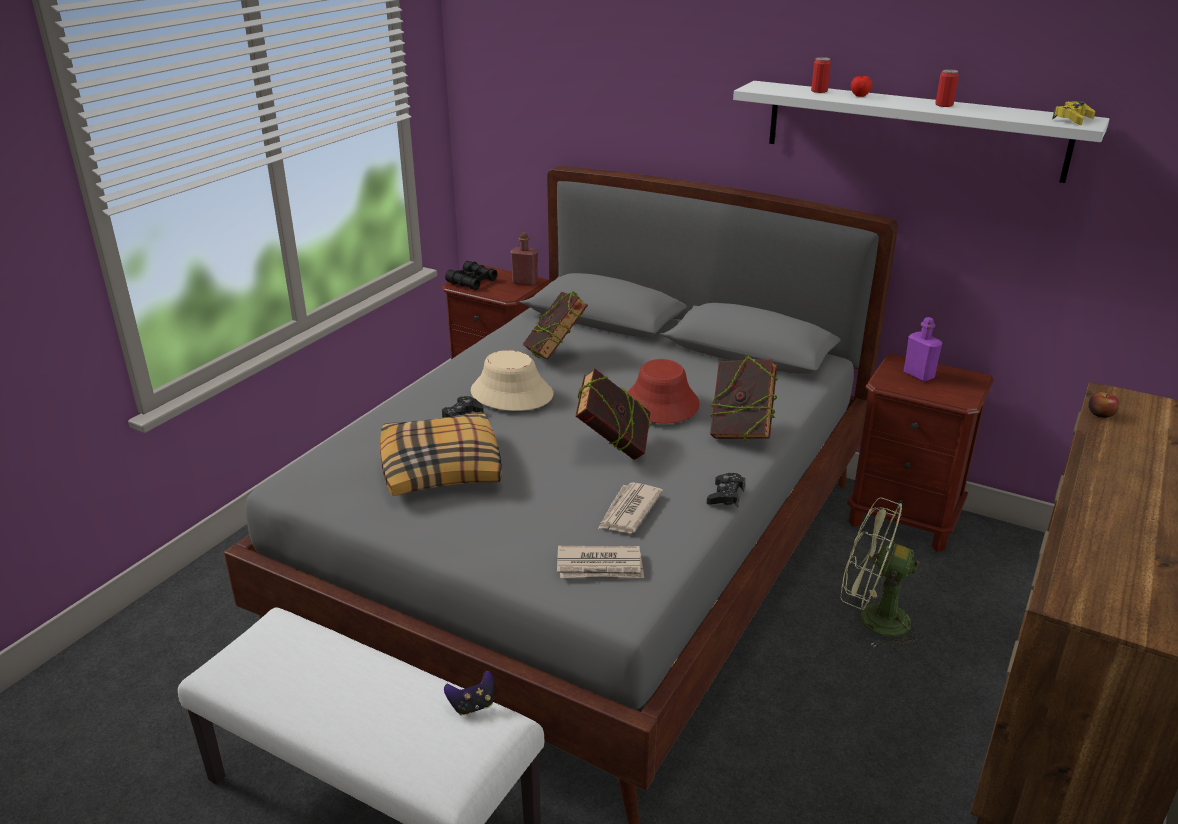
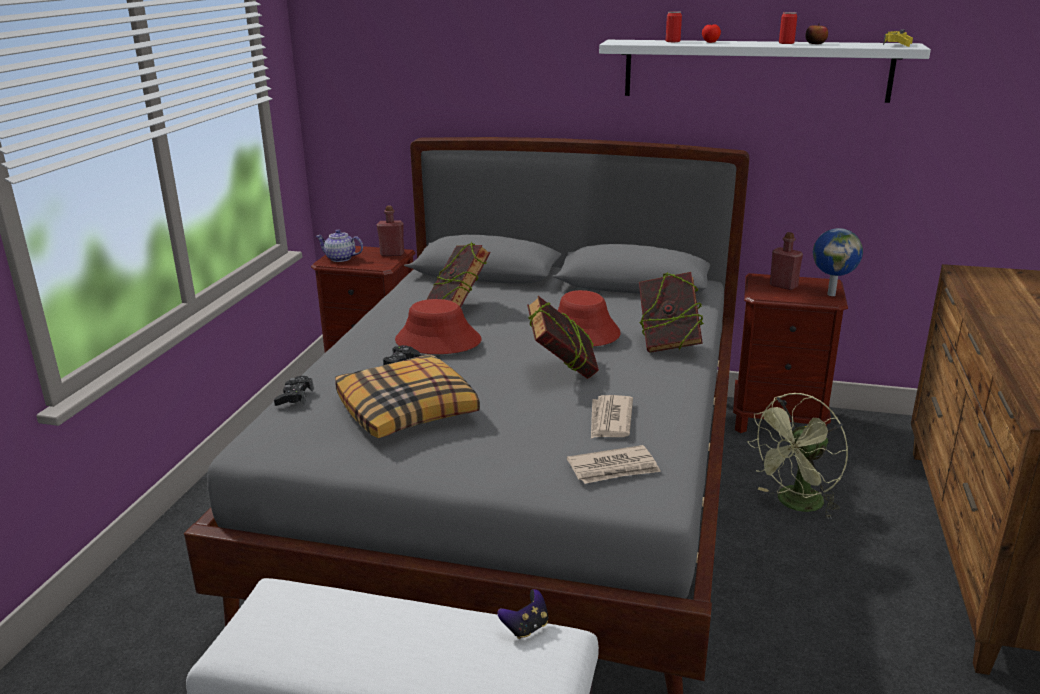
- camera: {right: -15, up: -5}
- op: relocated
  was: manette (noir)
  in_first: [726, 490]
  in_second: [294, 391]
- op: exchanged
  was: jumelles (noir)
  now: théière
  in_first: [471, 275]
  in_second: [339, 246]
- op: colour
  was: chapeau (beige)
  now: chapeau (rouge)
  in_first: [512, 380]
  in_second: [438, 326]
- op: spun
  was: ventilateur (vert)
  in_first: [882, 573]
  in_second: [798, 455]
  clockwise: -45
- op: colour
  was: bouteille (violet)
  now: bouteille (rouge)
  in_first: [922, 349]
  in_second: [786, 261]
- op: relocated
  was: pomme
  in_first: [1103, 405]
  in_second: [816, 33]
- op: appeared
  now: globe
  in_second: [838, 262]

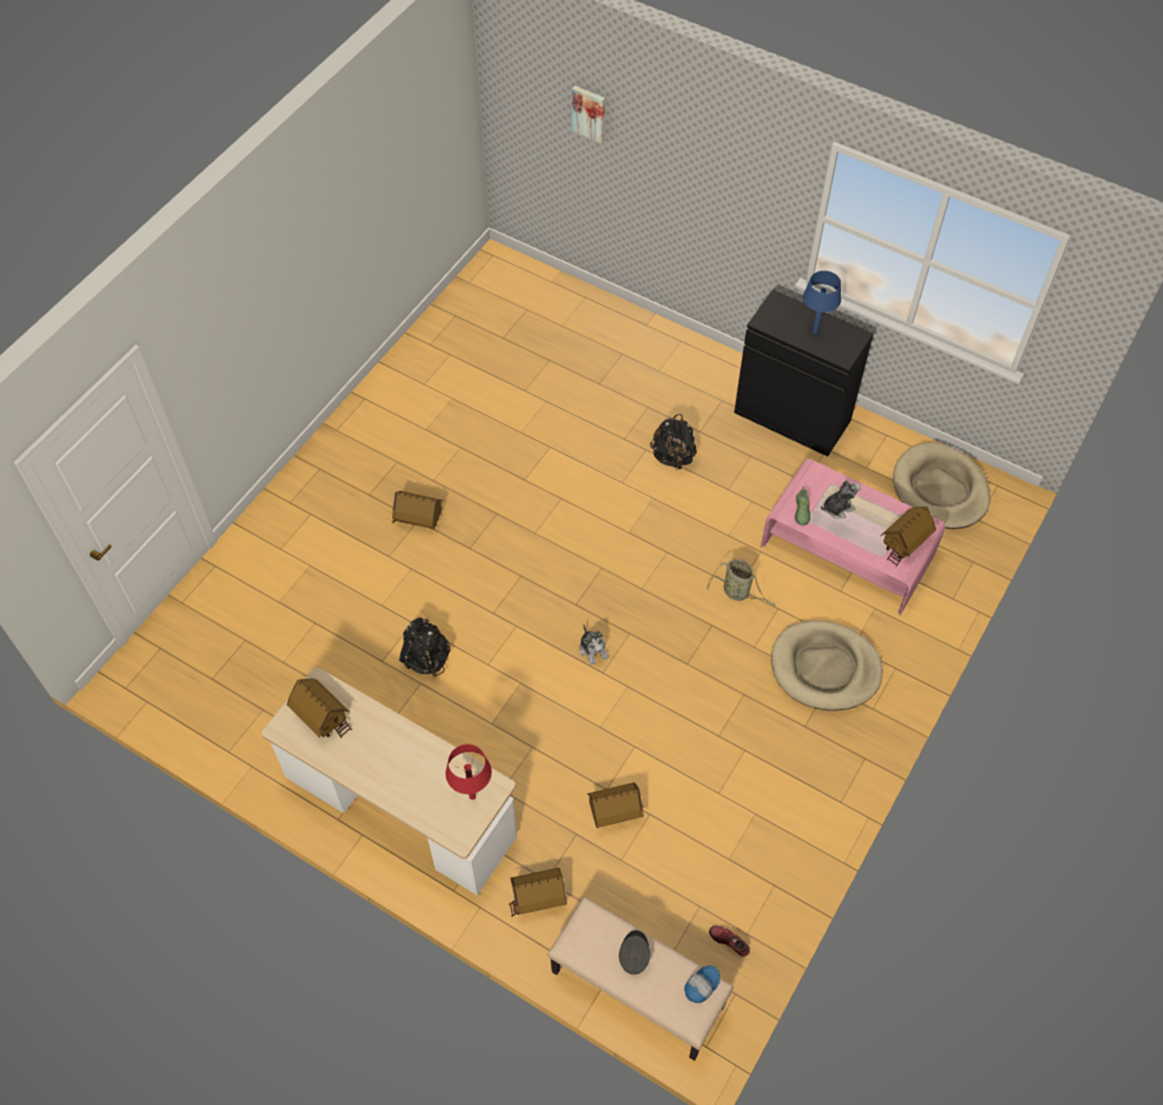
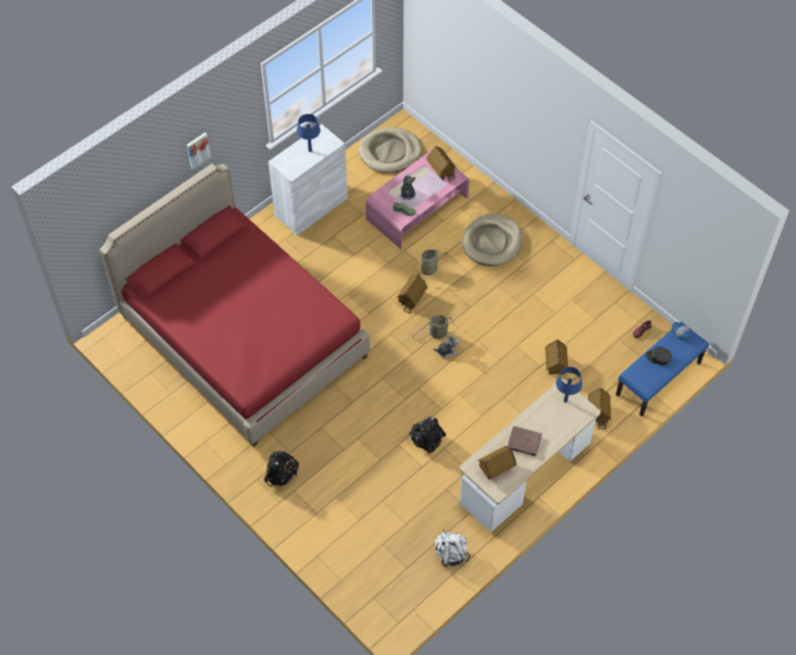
- camera: {right: -75, up: 0}
- op: appeared
  now: lit (rouge)
  in_second: [235, 305]
- op: relocated
  was: tableau
  in_first: [588, 114]
  in_second: [199, 151]
- op: relocated
  was: sac à dos (noir)
  in_first: [673, 442]
  in_second: [281, 468]
- op: colour
  was: meuble de rangement (noir)
  now: meuble de rangement (blanc)
  in_first: [804, 373]
  in_second: [308, 179]
- op: relocated
  was: maison miniature
  in_first: [417, 510]
  in_second: [412, 294]
- op: appeared
  now: panier
  in_second: [433, 328]
- op: appeared
  now: sac à dos (blanc)
  in_second: [452, 548]
- op: appeared
  now: livre (marron)
  in_second: [524, 441]
- op: colour
  was: lampe de table (rouge)
  now: lampe de table (bleu)
  in_first: [469, 772]
  in_second: [569, 385]
- op: colour
  was: banc (beige)
  now: banc (bleu)
  in_first: [640, 979]
  in_second: [662, 369]

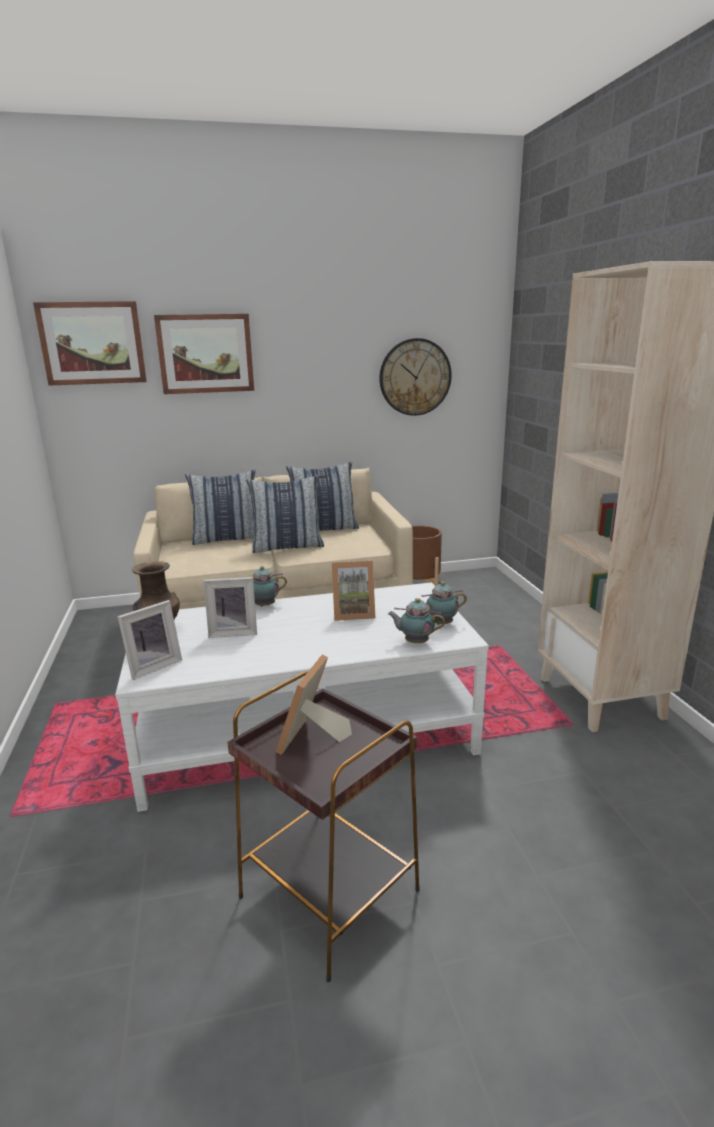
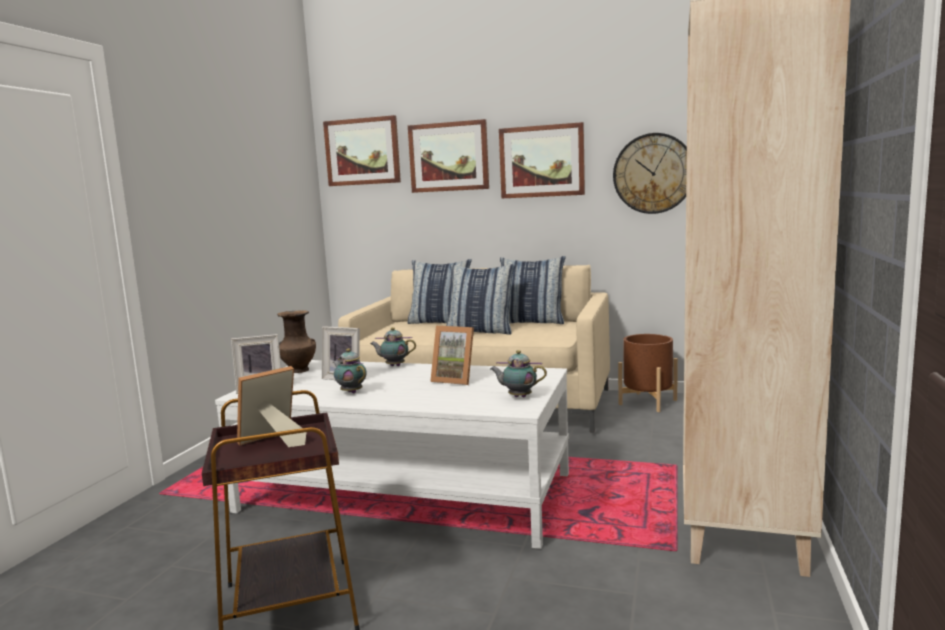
- camera: {right: 30, up: -10}
- op: relocated
  was: théière
  in_first: [416, 621]
  in_second: [350, 370]
- op: appeared
  now: tableau
  in_second: [542, 160]

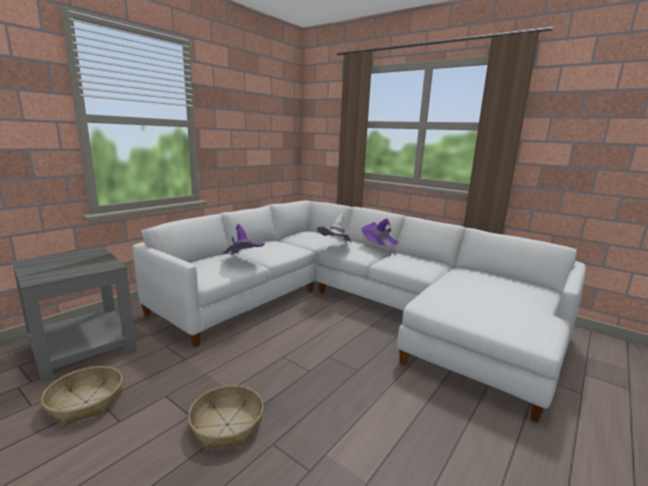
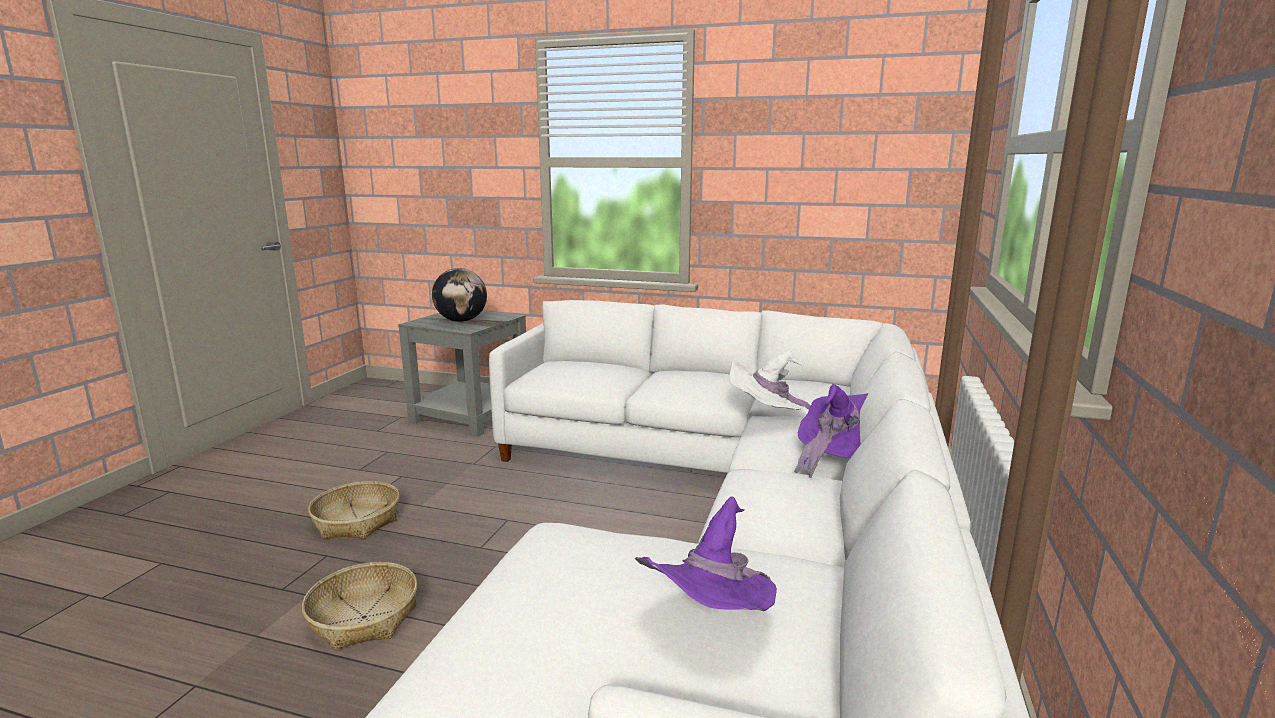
- camera: {right: 70, up: 0}
- op: relocated
  was: panier
  in_first: [82, 396]
  in_second: [359, 606]
- op: appeared
  now: globe
  in_second: [459, 295]
- op: relocated
  was: chapeau (violet)
  in_first: [243, 239]
  in_second: [706, 553]

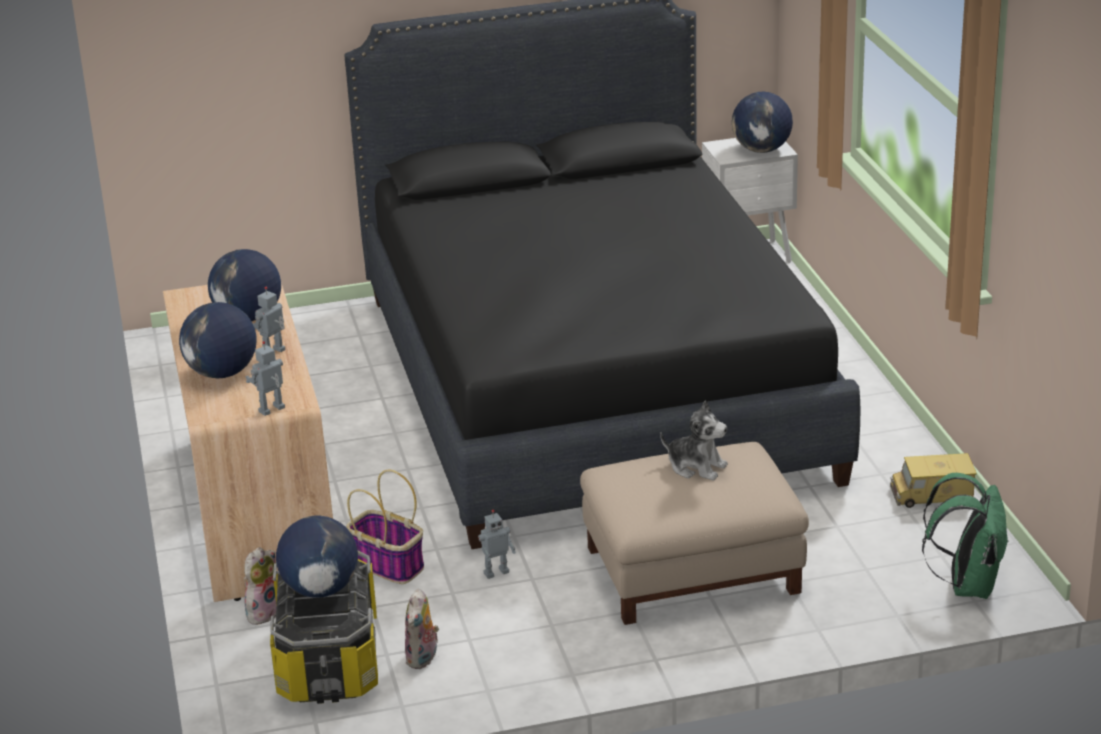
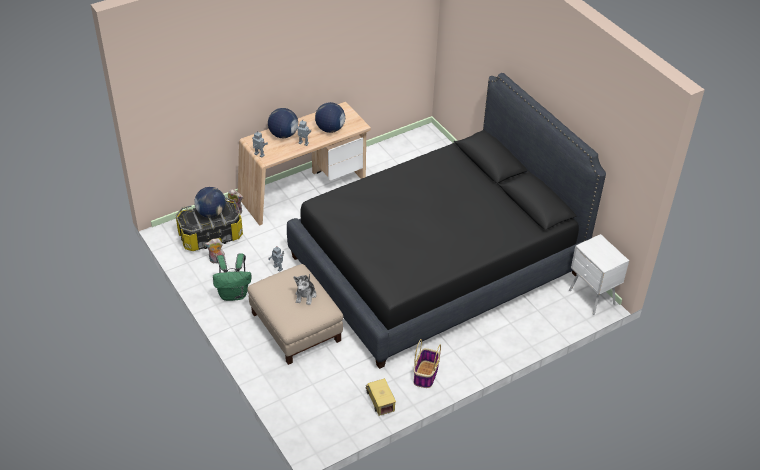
- camera: {right: 70, up: 15}
- op: relocated
  was: sac à dos (vert)
  in_first: [965, 536]
  in_second: [232, 277]
- op: relocated
  was: panier
  in_first: [385, 527]
  in_second: [427, 363]
- op: missing
  was: globe
  in_first: [762, 122]

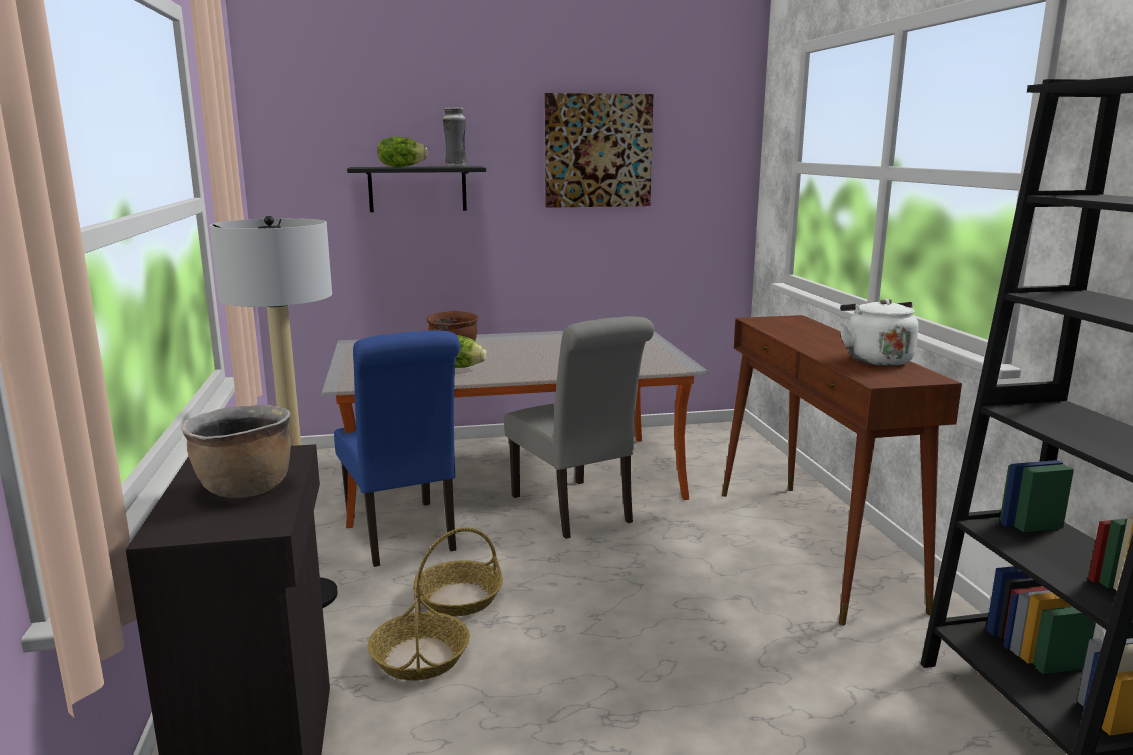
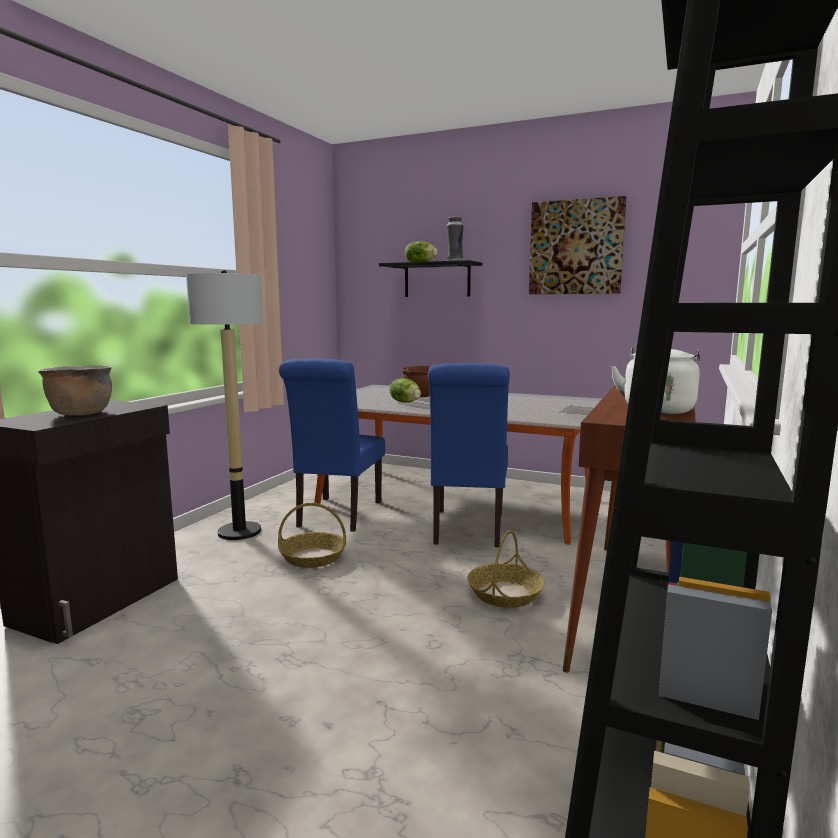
- camera: {right: 35, up: -5}
- op: colour
  was: chaise (gris)
  now: chaise (bleu)
  in_first: [579, 427]
  in_second: [469, 455]
- op: relocated
  was: panier
  in_first: [419, 627]
  in_second: [506, 569]

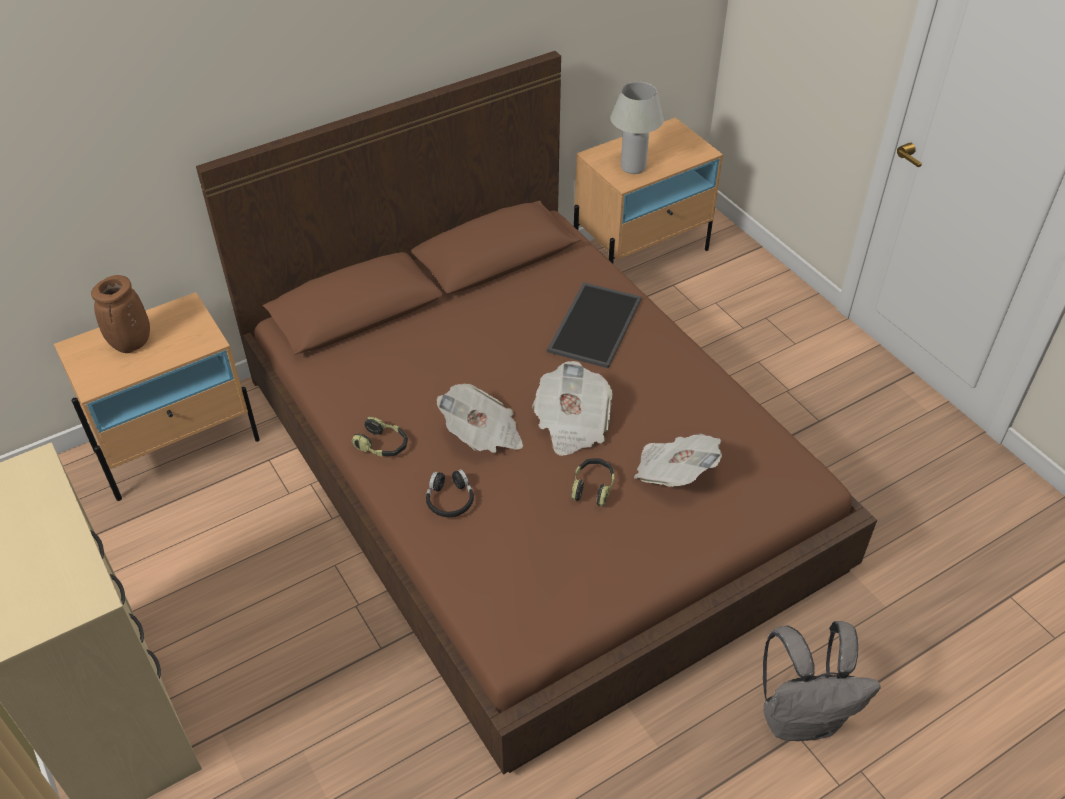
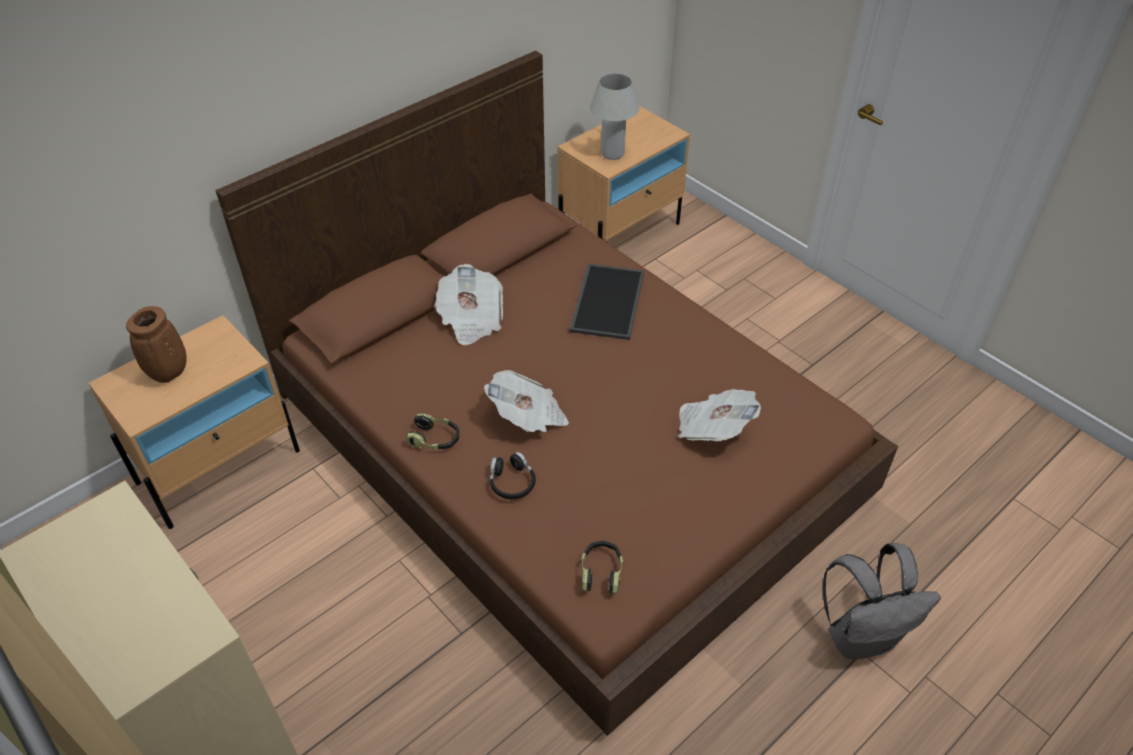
- camera: {right: -10, up: 0}
- op: relocated
  was: journal
  in_first: [572, 408]
  in_second: [468, 304]
- op: relocated
  was: casque audio
  in_first: [592, 482]
  in_second: [602, 567]

